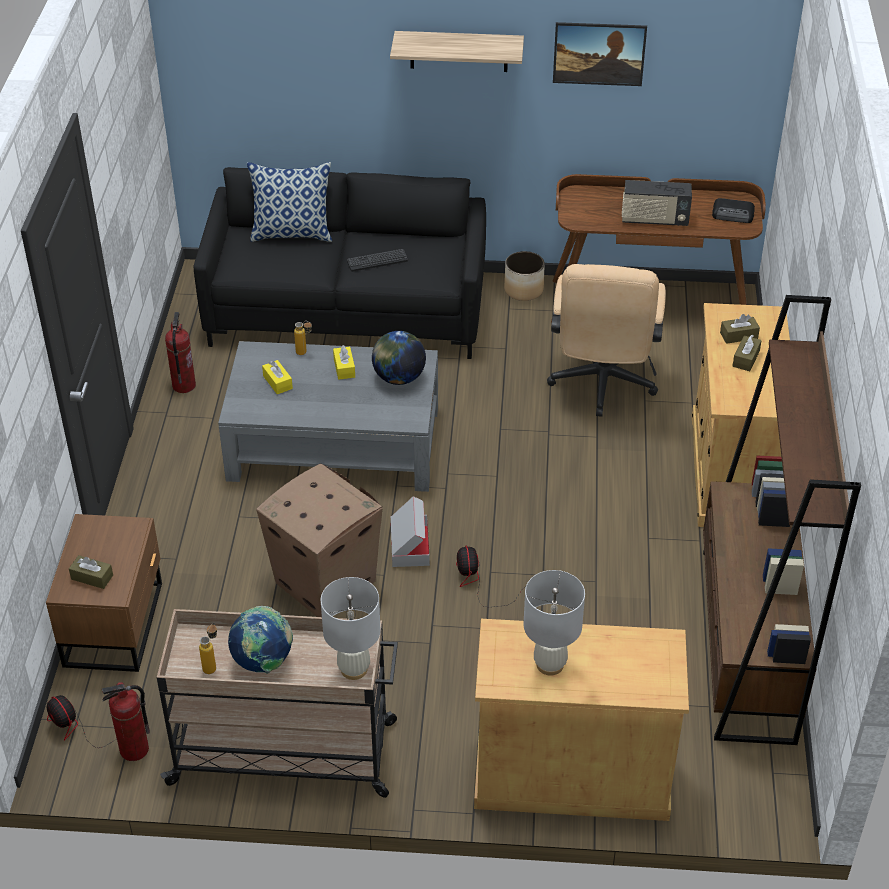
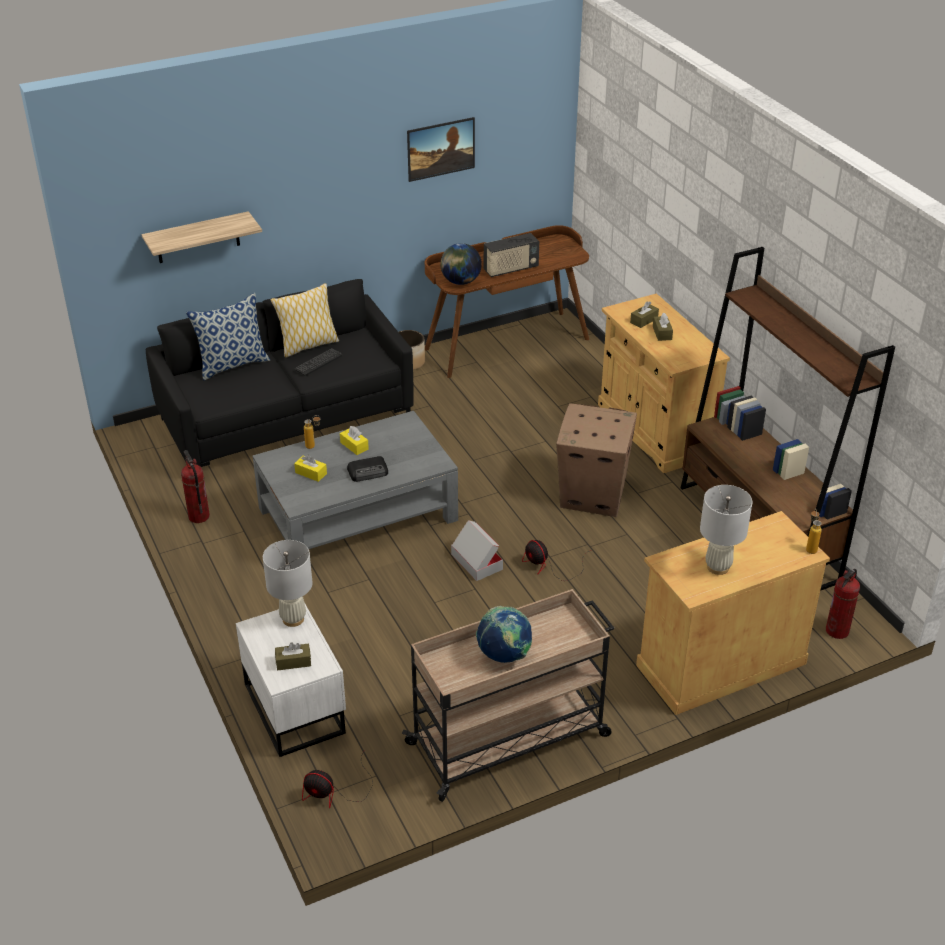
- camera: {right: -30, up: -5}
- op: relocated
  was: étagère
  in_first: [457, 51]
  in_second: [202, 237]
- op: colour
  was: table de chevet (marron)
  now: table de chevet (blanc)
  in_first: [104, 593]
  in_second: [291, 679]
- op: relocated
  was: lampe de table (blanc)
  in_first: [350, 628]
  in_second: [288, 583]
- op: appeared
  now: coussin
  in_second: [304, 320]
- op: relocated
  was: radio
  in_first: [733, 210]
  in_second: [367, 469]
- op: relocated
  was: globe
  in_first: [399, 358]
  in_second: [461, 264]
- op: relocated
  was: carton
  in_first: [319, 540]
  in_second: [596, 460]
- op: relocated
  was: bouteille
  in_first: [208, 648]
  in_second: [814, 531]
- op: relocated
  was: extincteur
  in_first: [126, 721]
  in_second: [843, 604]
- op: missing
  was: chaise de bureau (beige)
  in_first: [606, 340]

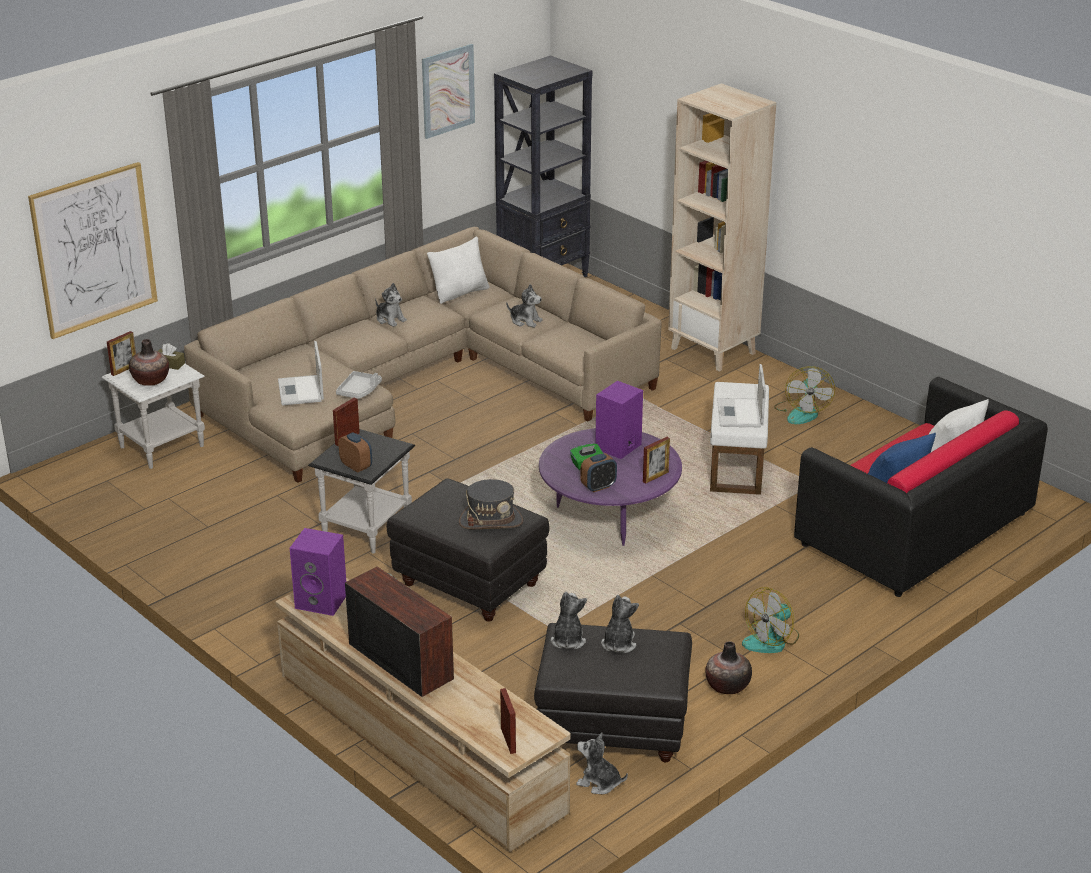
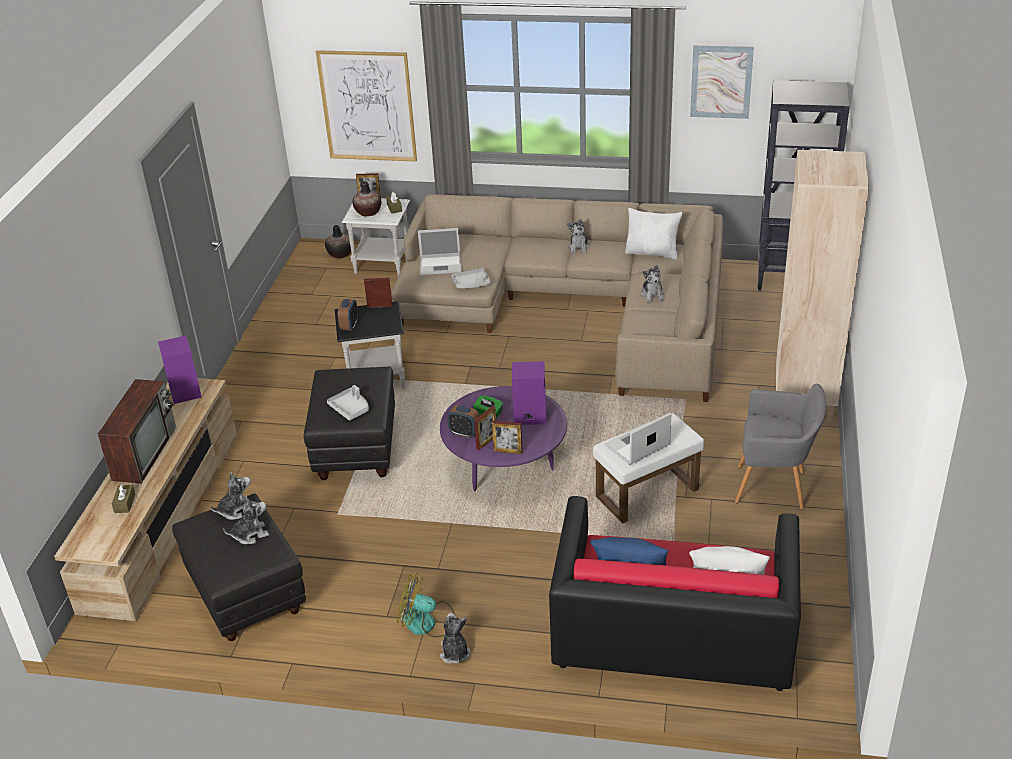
- camera: {right: 55, up: 5}
- op: appeared
  now: boîte à mouchoirs (marron)
  in_second: [123, 498]
- op: relocated
  was: vase
  in_first: [728, 667]
  in_second: [338, 241]
- op: exchanged
  was: chapeau (gris)
  now: plateau (gris)
  in_first: [491, 504]
  in_second: [348, 403]
- op: spun
  was: ordinateur portable
  in_first: [301, 373]
  in_second: [439, 251]
  clockwise: -135
- op: relocated
  was: peluche
  in_first: [602, 763]
  in_second: [455, 638]
- op: relocated
  was: cadre photo
  in_first: [508, 721]
  in_second: [485, 428]
- op: exchanged
  was: ventilateur
  now: fauteuil (gris)
  in_first: [804, 395]
  in_second: [780, 446]

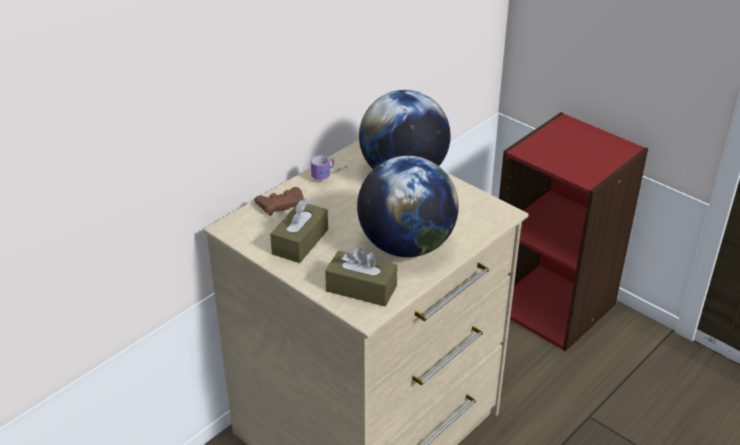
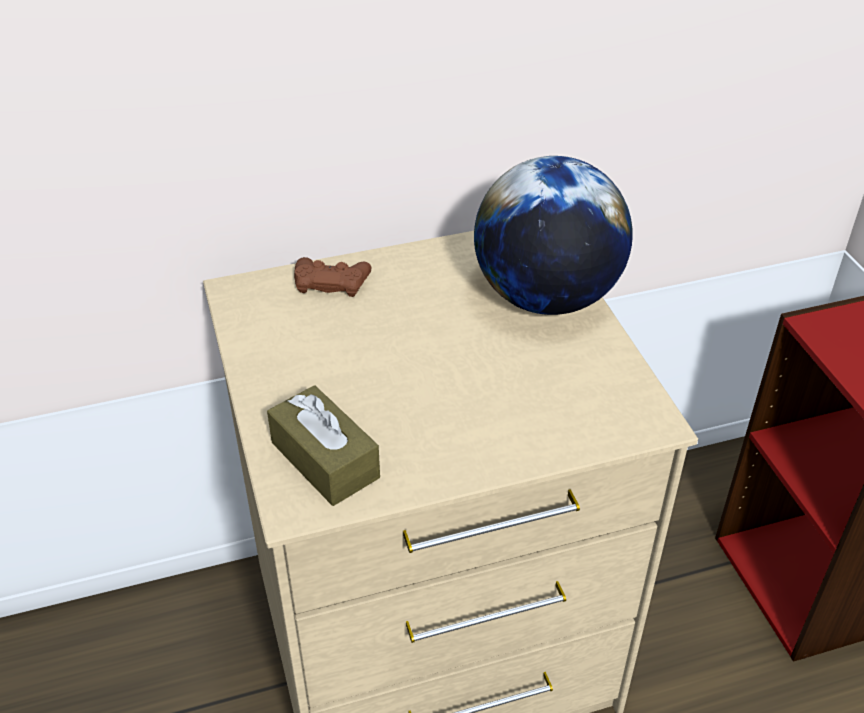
- camera: {right: 30, up: 5}
- op: missing
  was: boîte à mouchoirs (marron)
  in_first: [299, 230]
- op: missing
  was: mug
  in_first: [328, 167]
- op: missing
  was: globe
  in_first: [408, 206]

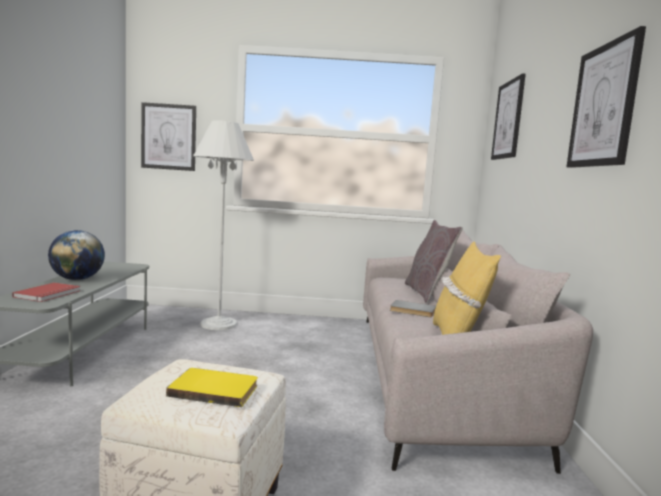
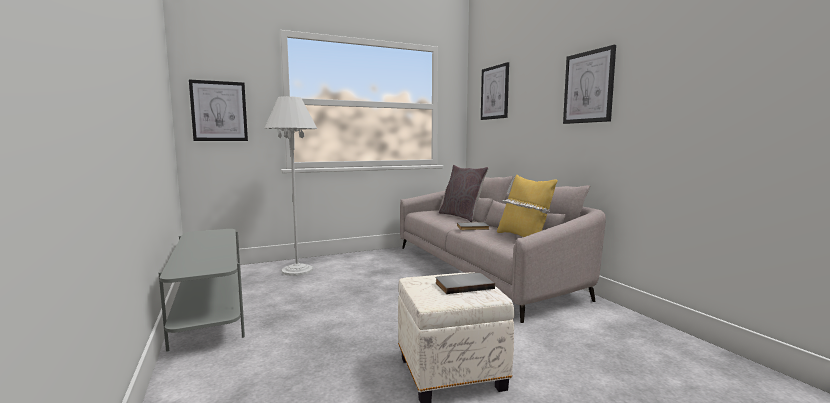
- camera: {right: -25, up: 0}
- op: colour
  was: livre (jaune)
  now: livre (gris)
  in_first: [212, 387]
  in_second: [465, 283]
- op: missing
  was: livre (rouge)
  in_first: [46, 292]
- op: missing
  was: globe
  in_first: [76, 255]

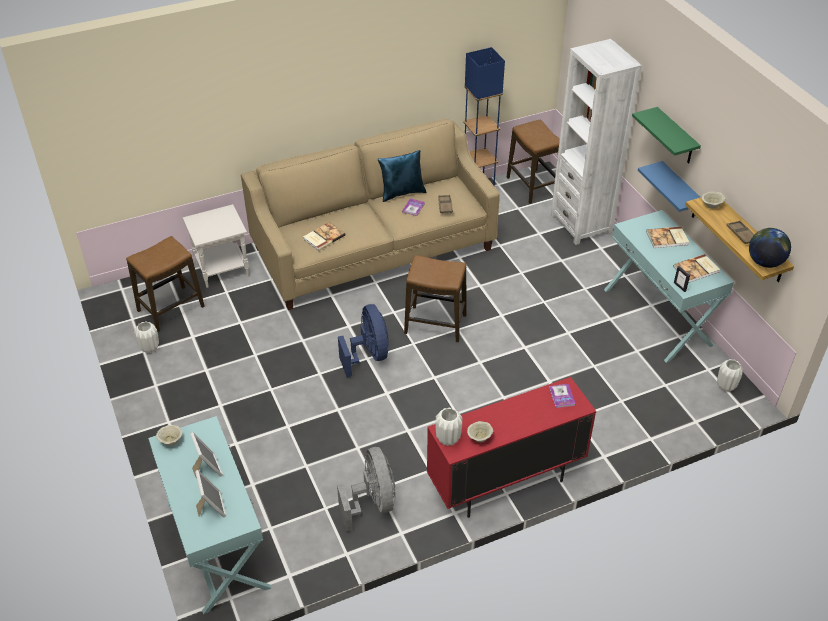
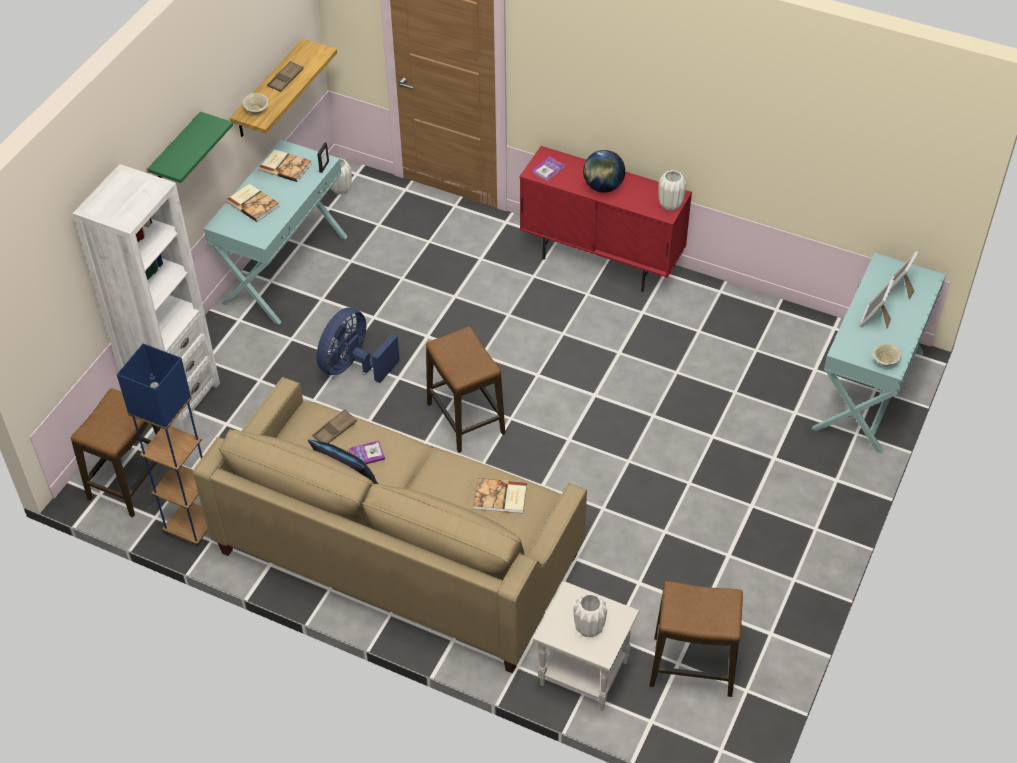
- camera: {right: -130, up: 5}
- op: relocated
  was: ventilateur (bleu)
  in_first: [363, 340]
  in_second: [358, 345]
- op: relocated
  was: vase (blanc)
  in_first: [146, 337]
  in_second: [590, 615]
- op: relocated
  was: globe
  in_first: [770, 248]
  in_second: [604, 171]
- op: missing
  was: ventilateur (gris)
  in_first: [366, 489]
- op: missing
  was: bol (beige)
  in_first: [480, 431]
- op: missing
  was: étagère (bleu)
  in_first: [669, 189]

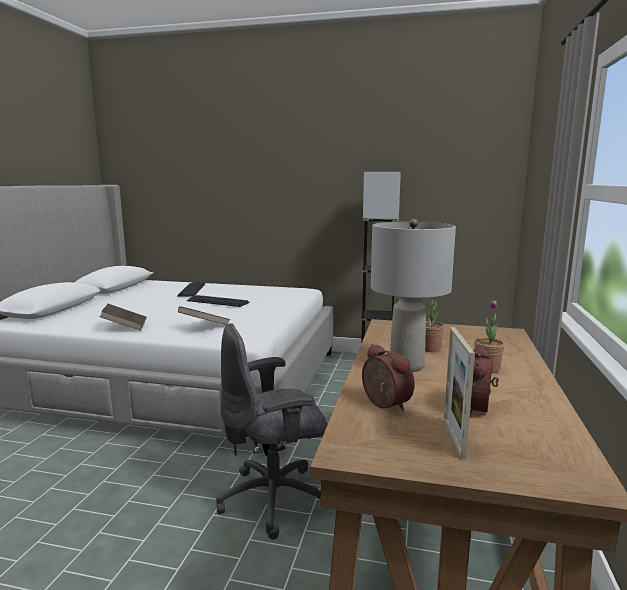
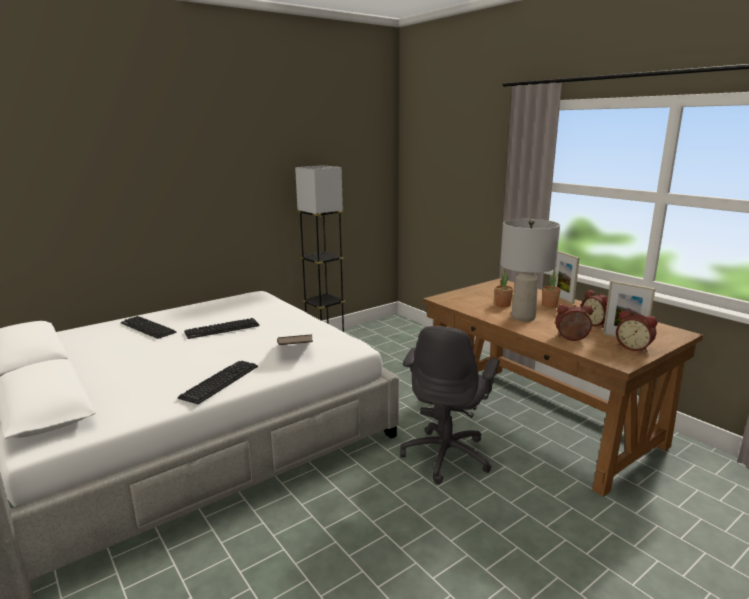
- camera: {right: -50, up: 5}
- op: exchanged
  was: livre (marron)
  now: clavier
  in_first: [123, 317]
  in_second: [218, 382]
- op: appeared
  now: cadre photo
  in_second: [565, 277]
- op: appeared
  now: réveil
  in_second: [637, 331]

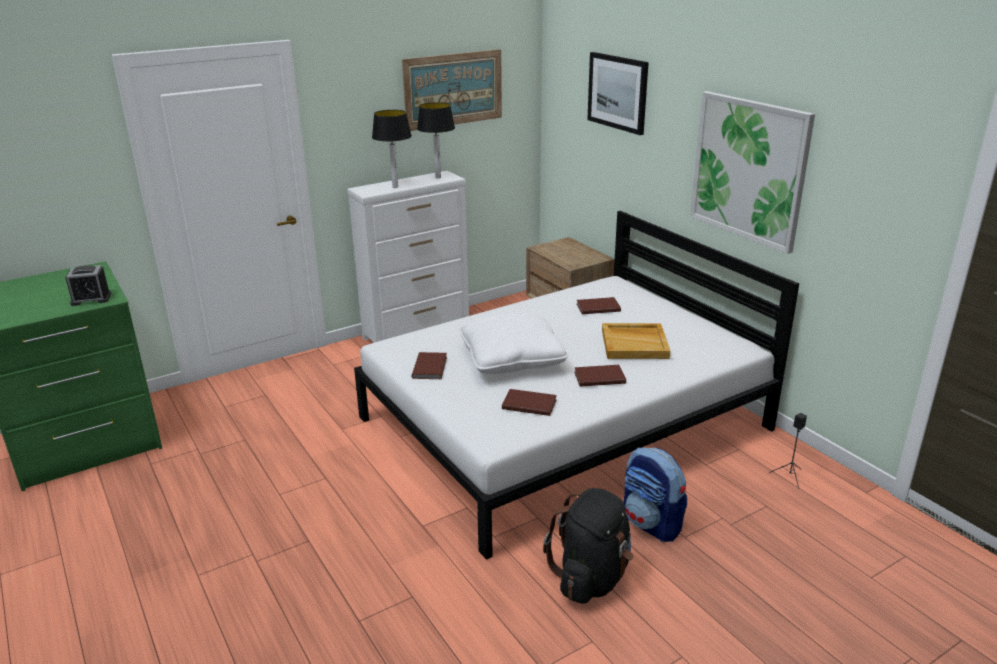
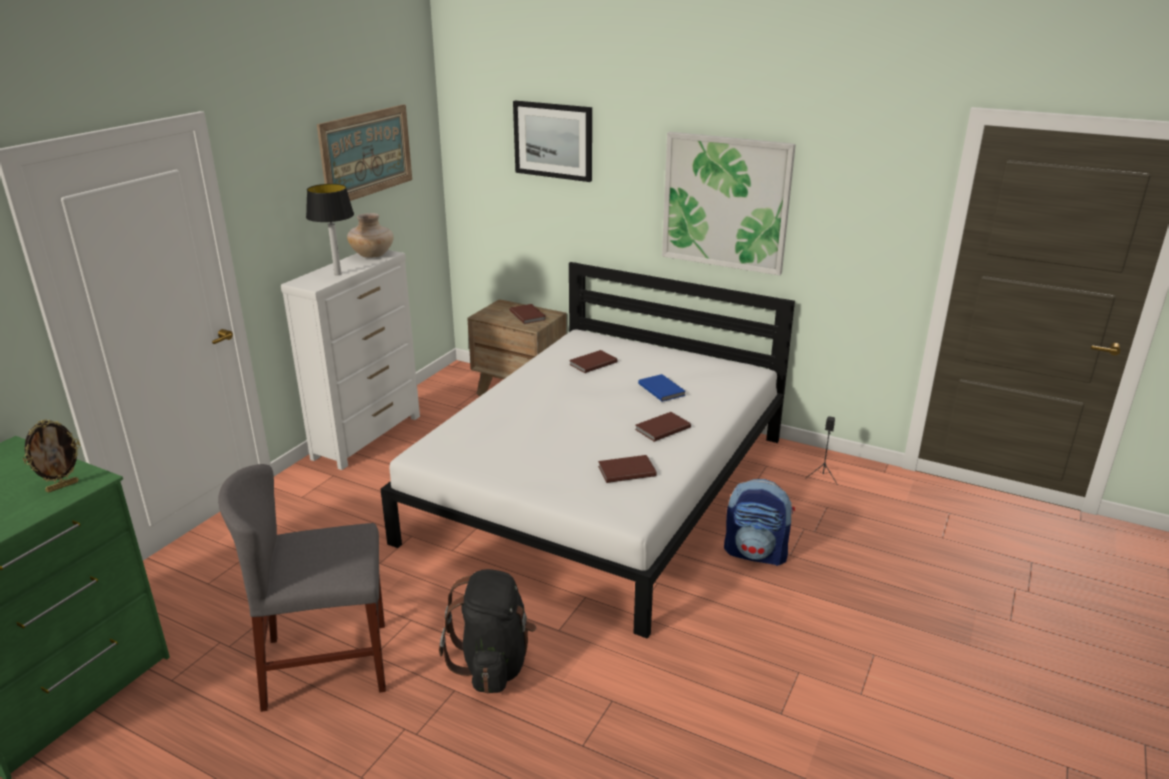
- camera: {right: -30, up: 0}
- op: exchanged
  was: réveil
  now: cadre photo
  in_first: [88, 285]
  in_second: [51, 455]
- op: appeared
  now: chaise (gris)
  in_second: [302, 588]
- op: exchanged
  was: lampe de table
  now: vase (beige)
  in_first: [436, 140]
  in_second: [370, 235]
- op: relocated
  was: sac à dos (noir)
  in_first: [588, 546]
  in_second: [487, 631]
- op: relocated
  was: livre (marron)
  in_first: [429, 365]
  in_second: [527, 314]
- op: exchanged
  was: plateau (beige)
  now: livre (bleu)
  in_first: [636, 341]
  in_second: [662, 388]
- op: missing
  was: coussin (blanc)
  in_first: [513, 343]

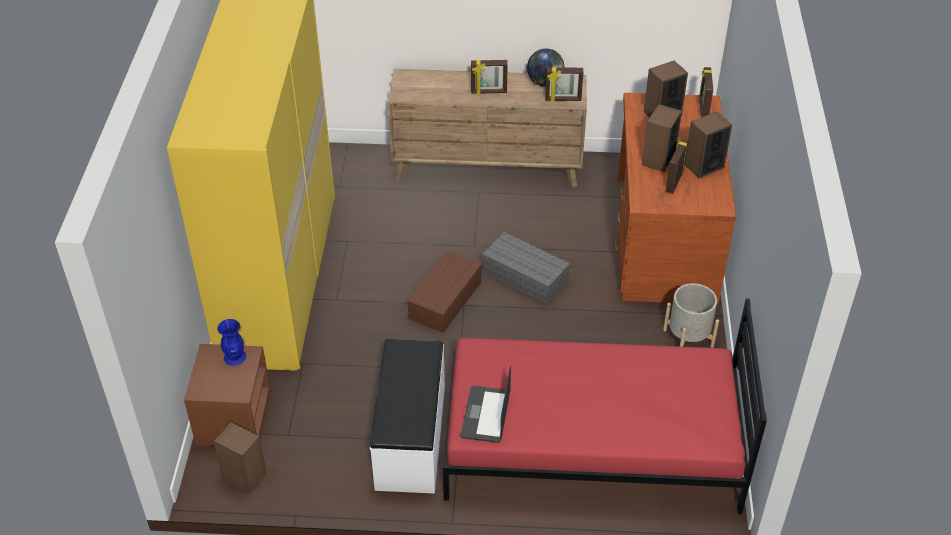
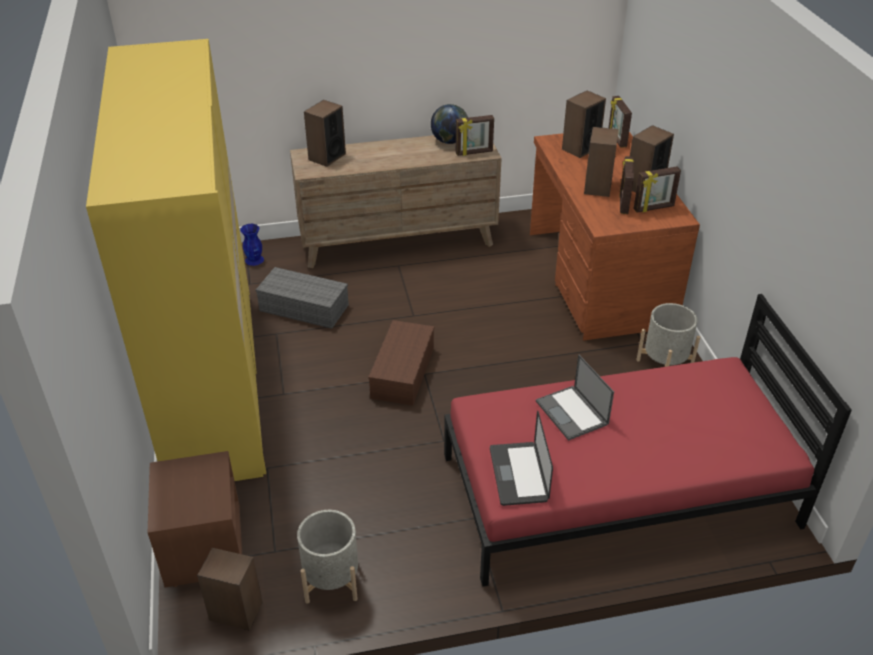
- camera: {right: -15, up: -5}
- op: relocated
  was: vase (bleu)
  in_first: [231, 342]
  in_second: [252, 245]
- op: relocated
  was: boîte de rangement (gris)
  in_first: [526, 268]
  in_second: [302, 298]
- op: appeared
  now: cache-pot (gris)
  in_second: [327, 557]
- op: appeared
  now: enceinte
  in_second: [325, 133]
- op: appeared
  now: ordinateur portable
  in_second: [575, 398]
- op: relocated
  was: cadre photo
  in_first: [489, 77]
  in_second: [657, 189]
- op: missing
  was: banc (blanc)
  in_first: [407, 416]

